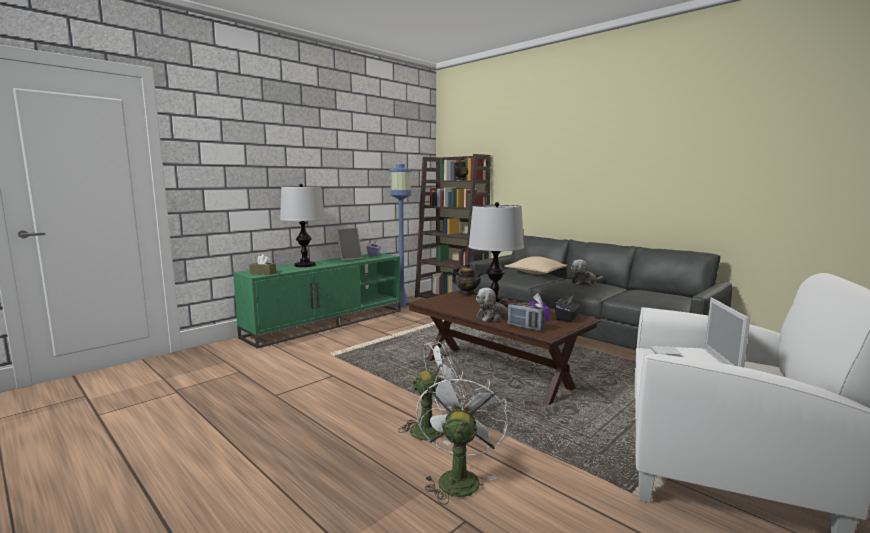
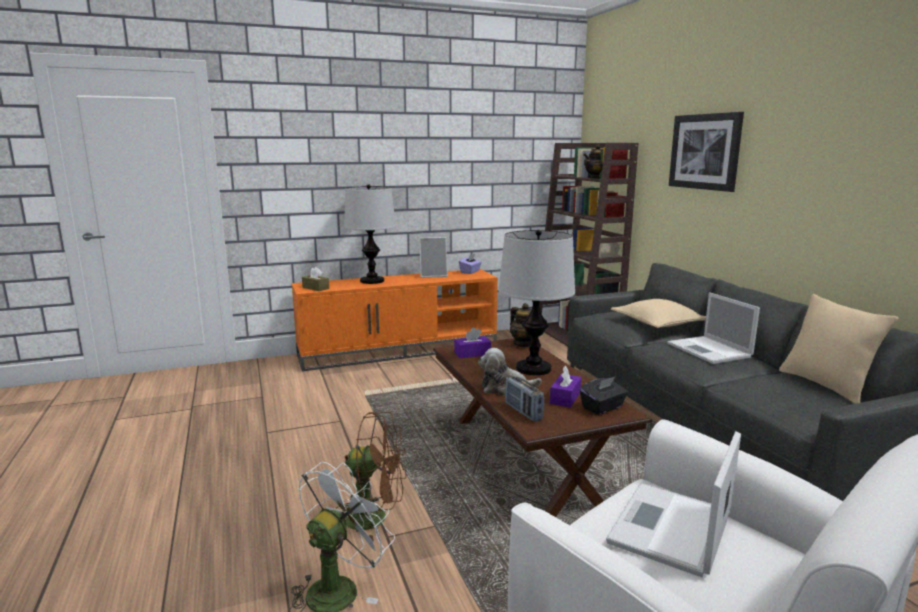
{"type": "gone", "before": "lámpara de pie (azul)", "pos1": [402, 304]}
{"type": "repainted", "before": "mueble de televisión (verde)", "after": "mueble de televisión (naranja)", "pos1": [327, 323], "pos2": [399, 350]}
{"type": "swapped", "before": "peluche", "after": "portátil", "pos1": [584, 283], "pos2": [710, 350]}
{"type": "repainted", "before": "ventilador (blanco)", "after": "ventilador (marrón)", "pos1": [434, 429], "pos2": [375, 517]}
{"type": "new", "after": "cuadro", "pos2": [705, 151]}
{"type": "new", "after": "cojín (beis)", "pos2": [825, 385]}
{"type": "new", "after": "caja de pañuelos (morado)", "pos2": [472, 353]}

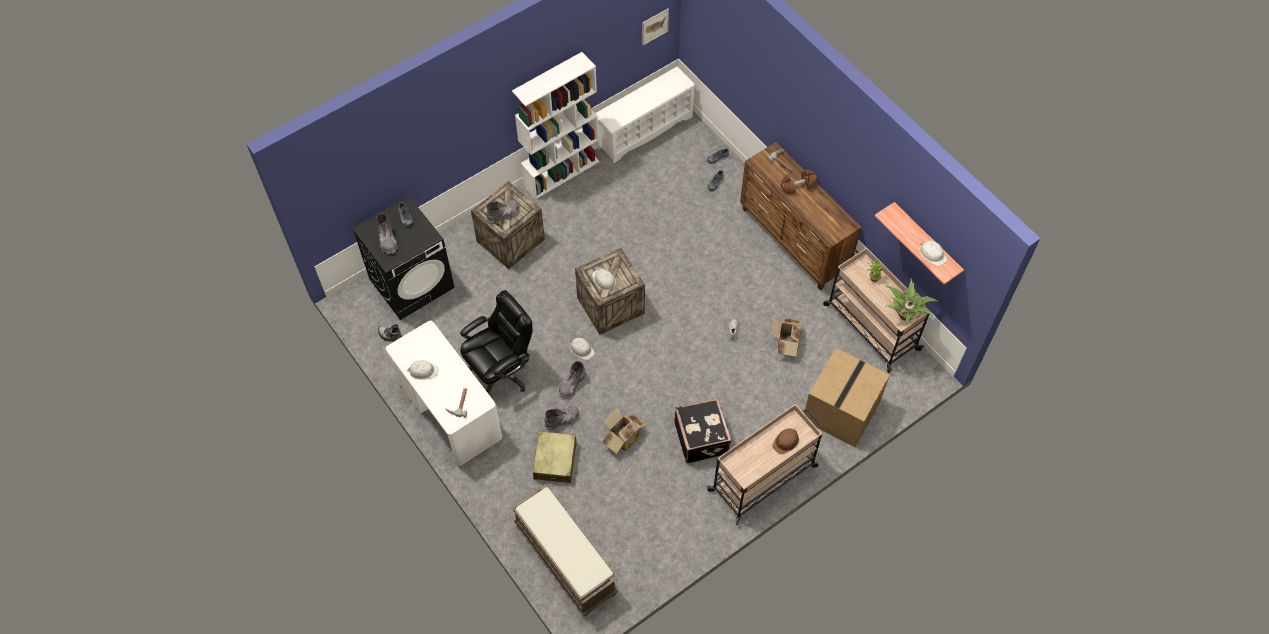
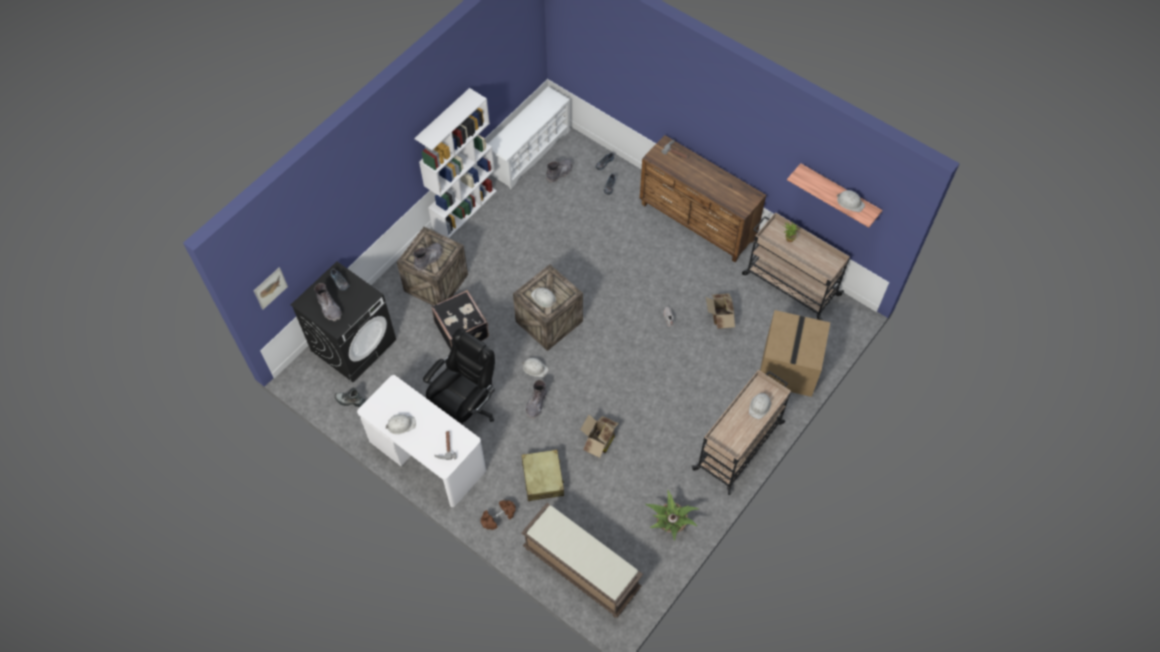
{"type": "shifted", "before": "cuadro", "pos1": [655, 26], "pos2": [270, 288]}
{"type": "shifted", "before": "mancuerna (marrón)", "pos1": [797, 185], "pos2": [498, 517]}
{"type": "shifted", "before": "planta en maceta", "pos1": [905, 314], "pos2": [670, 524]}
{"type": "shifted", "before": "maleta (negro)", "pos1": [702, 437], "pos2": [462, 329]}
{"type": "shifted", "before": "bota (gris)", "pos1": [562, 420], "pos2": [559, 173]}
{"type": "repainted", "before": "casco (marrón)", "after": "casco (blanco)", "pos1": [786, 441], "pos2": [760, 406]}

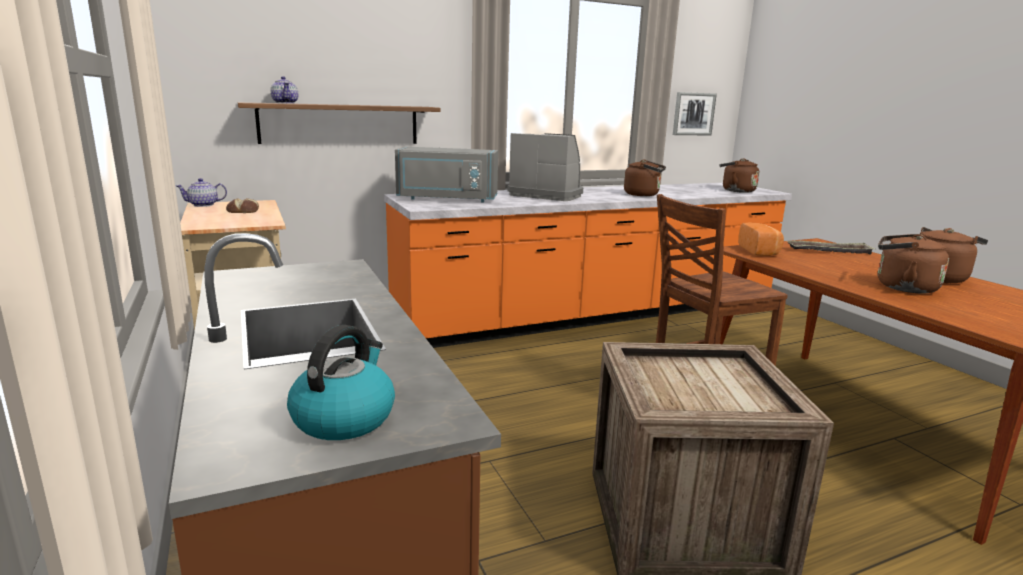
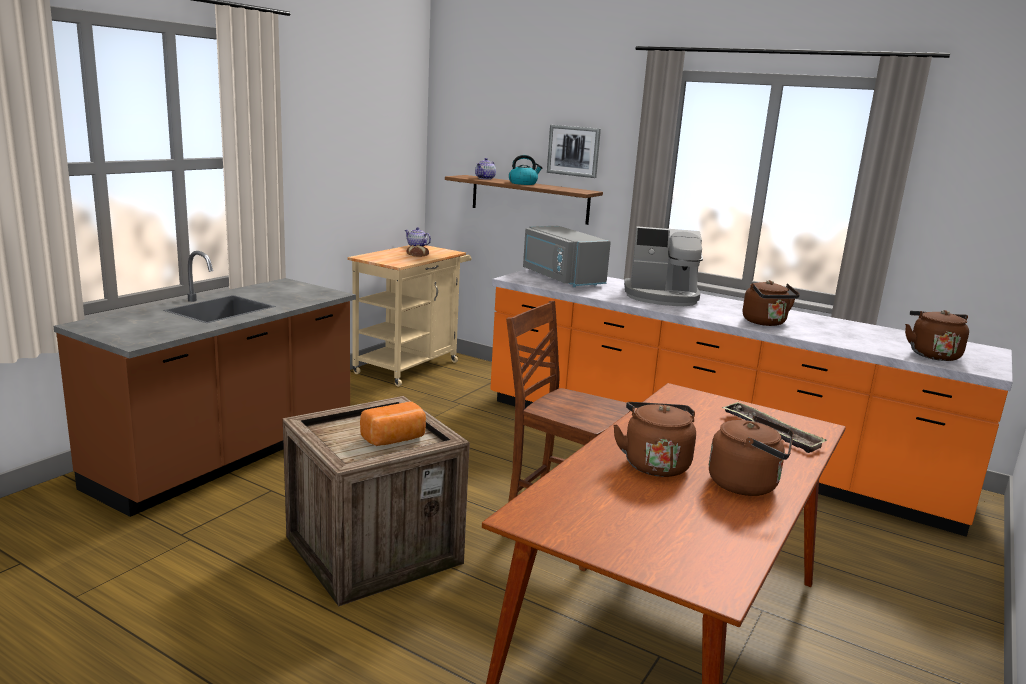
{"type": "shifted", "before": "cuadro", "pos1": [693, 114], "pos2": [573, 151]}
{"type": "rotated", "before": "cafetera", "pos1": [547, 195], "pos2": [662, 297], "turn": 105}
{"type": "shifted", "before": "pan", "pos1": [759, 251], "pos2": [395, 439]}
{"type": "shifted", "before": "hervidor", "pos1": [344, 418], "pos2": [523, 183]}

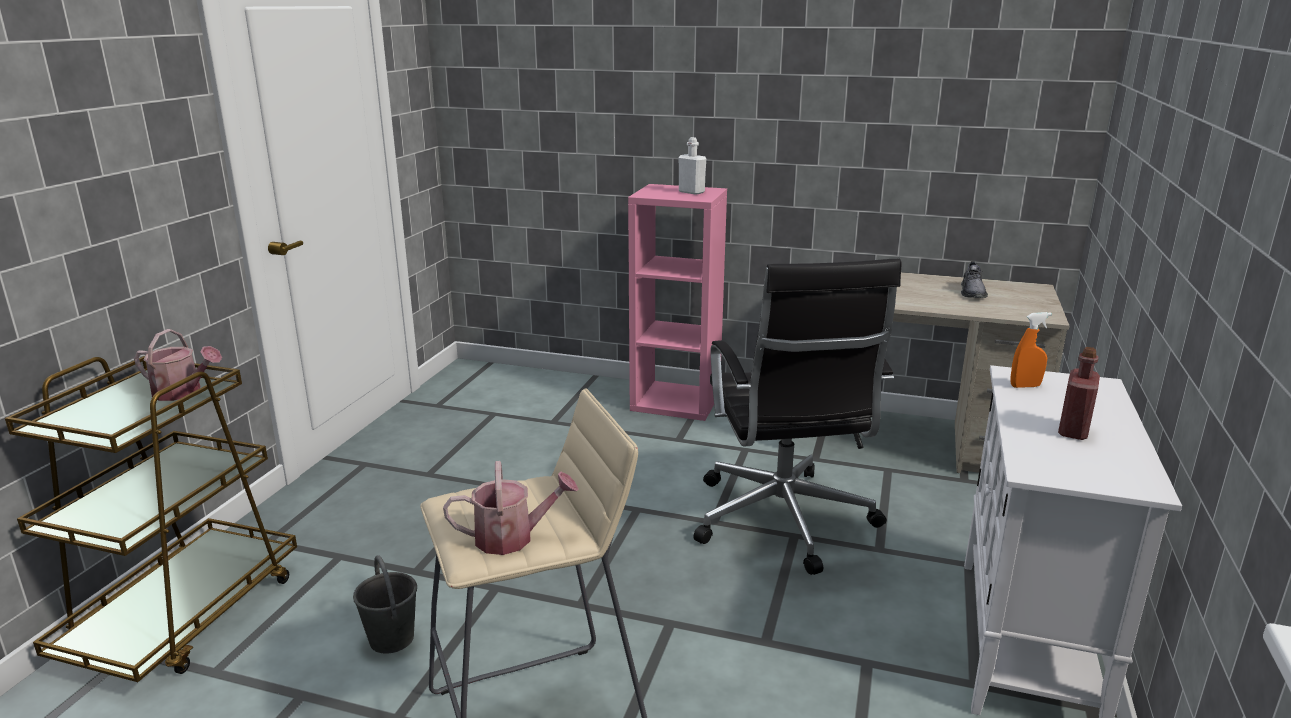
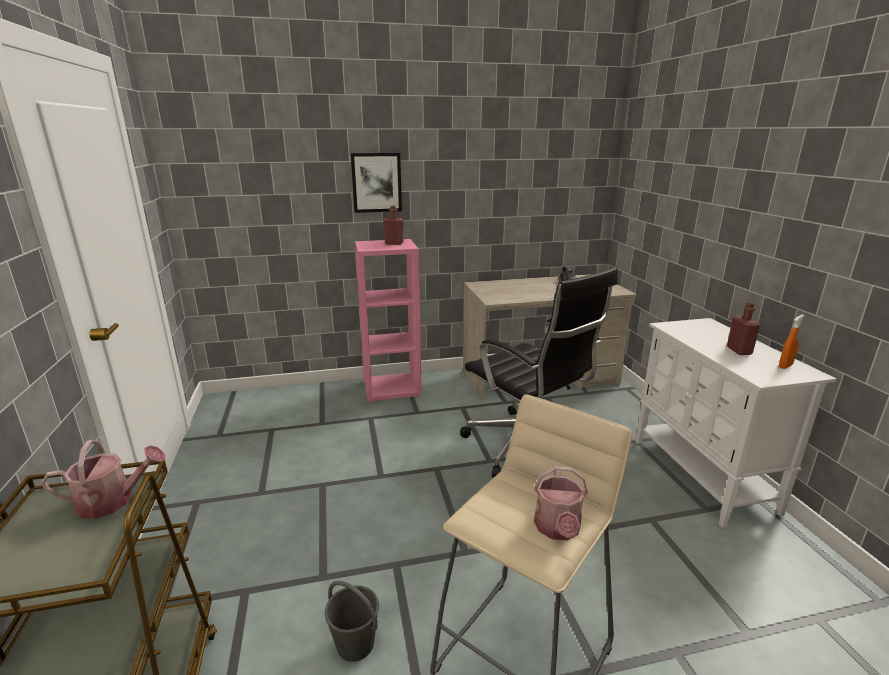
{"type": "repainted", "before": "botella (blanco)", "after": "botella (rojo)", "pos1": [691, 192], "pos2": [394, 243]}
{"type": "shifted", "before": "pulverizador (naranja)", "pos1": [1025, 386], "pos2": [785, 366]}
{"type": "rotated", "before": "regadera", "pos1": [512, 537], "pos2": [558, 529], "turn": 135}
{"type": "new", "after": "cuadro", "pos2": [376, 182]}

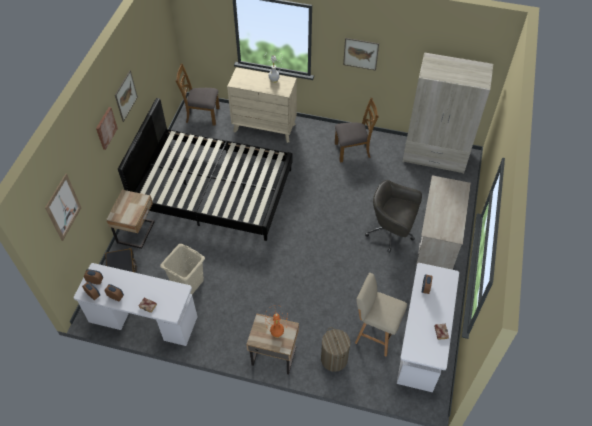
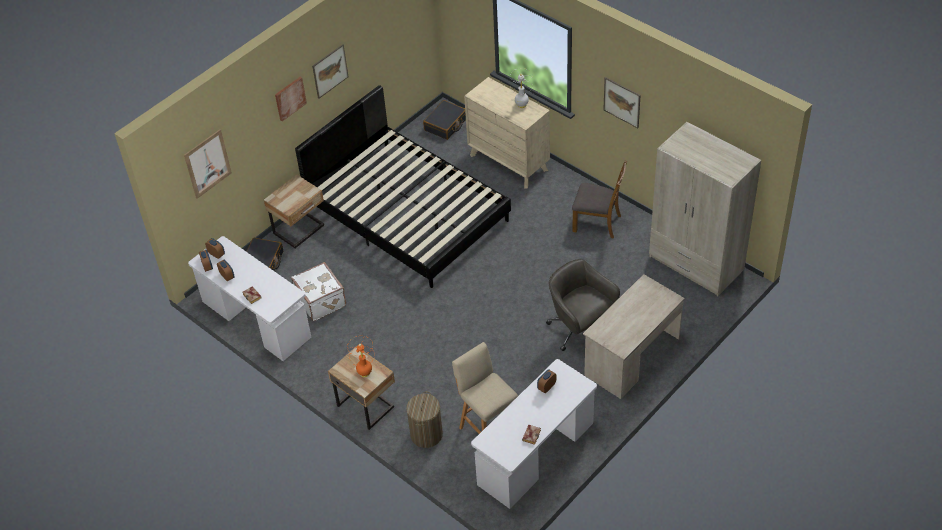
{"type": "swapped", "before": "silla (marrón)", "after": "maleta (negro)", "pos1": [202, 115], "pos2": [446, 125]}
{"type": "swapped", "before": "cesto de la ropa (beis)", "after": "maleta (blanco)", "pos1": [187, 283], "pos2": [321, 300]}

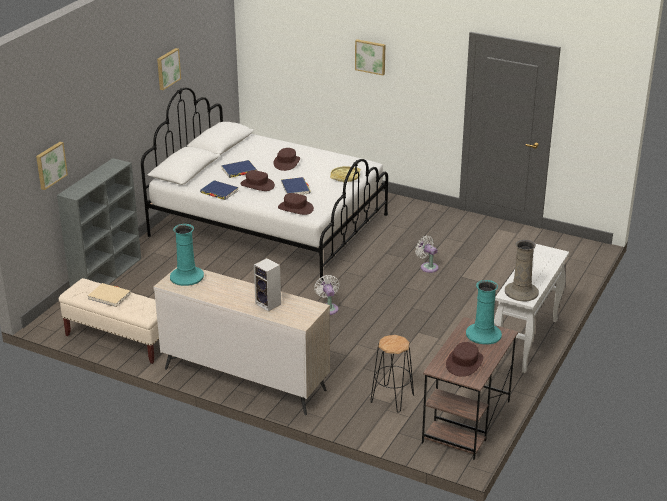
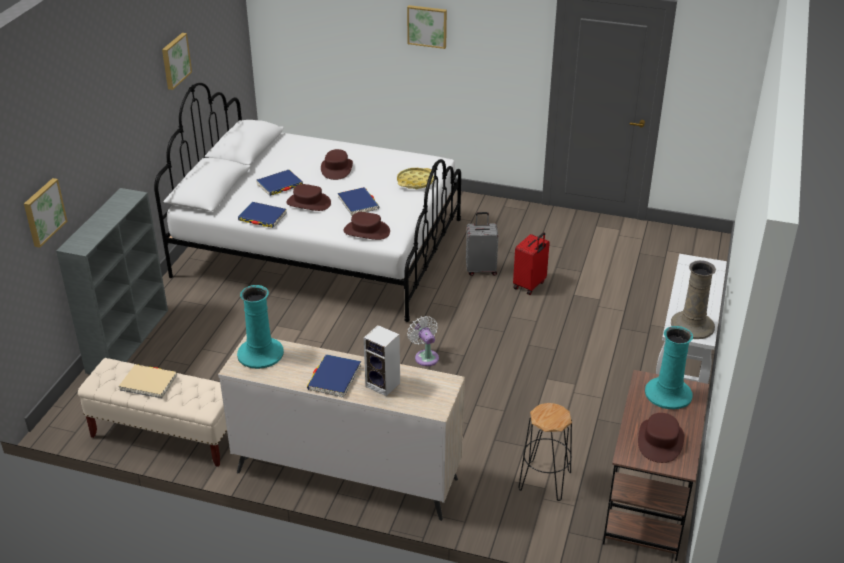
{"type": "swapped", "before": "ventilador (blanco)", "after": "maleta (rojo)", "pos1": [427, 267], "pos2": [530, 285]}
{"type": "new", "after": "maleta (gris)", "pos2": [481, 269]}
{"type": "new", "after": "libro (azul)", "pos2": [334, 378]}

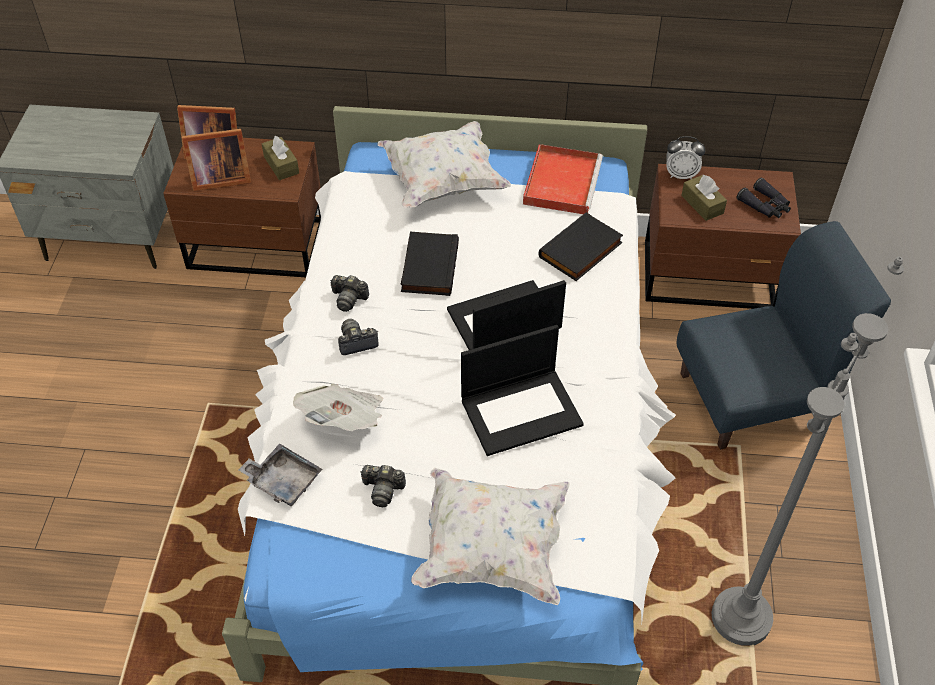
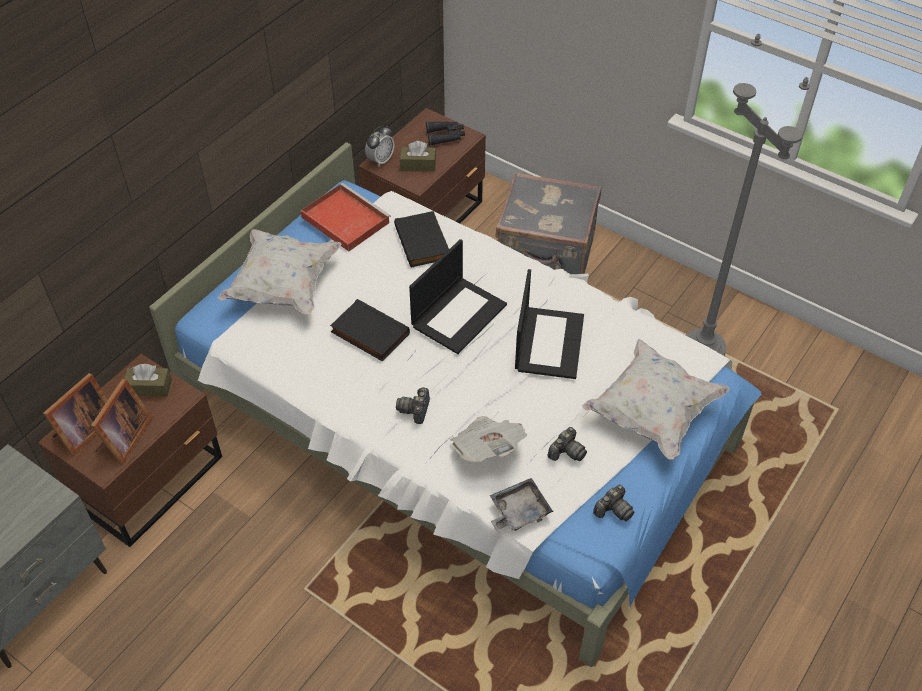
{"type": "swapped", "before": "silla (azul)", "after": "maleta (gris)", "pos1": [752, 400], "pos2": [546, 254]}
{"type": "shifted", "before": "cámara", "pos1": [349, 299], "pos2": [613, 510]}
{"type": "rotated", "before": "portátil", "pos1": [503, 321], "pos2": [459, 314], "turn": -150}

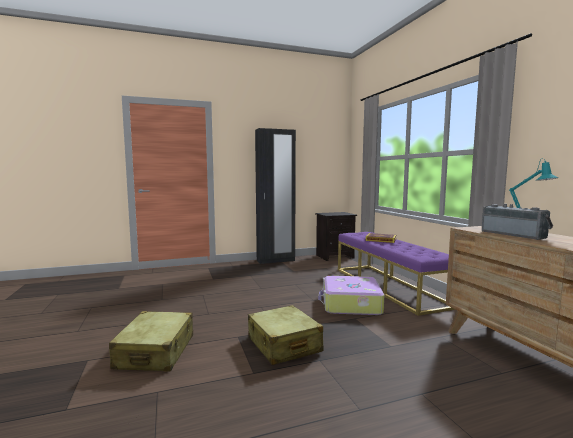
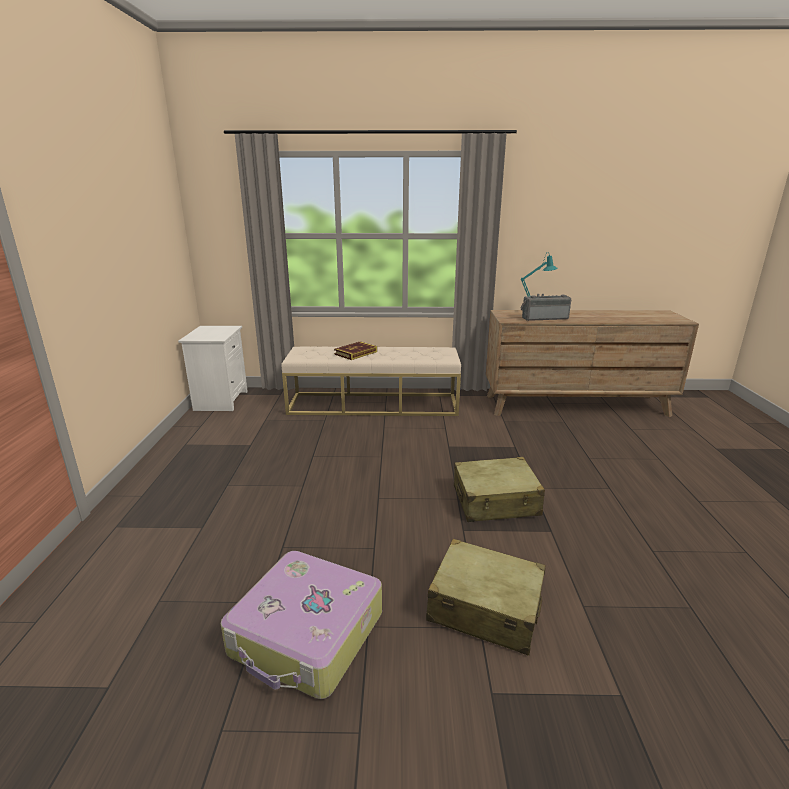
{"type": "gone", "before": "armario ropero (negro)", "pos1": [275, 260]}
{"type": "repainted", "before": "mesita de noche (negro)", "after": "mesita de noche (blanco)", "pos1": [335, 256], "pos2": [220, 400]}
{"type": "repainted", "before": "banco (morado)", "after": "banco (beis)", "pos1": [388, 286], "pos2": [373, 404]}
{"type": "shifted", "before": "maleta", "pos1": [350, 304], "pos2": [307, 635]}

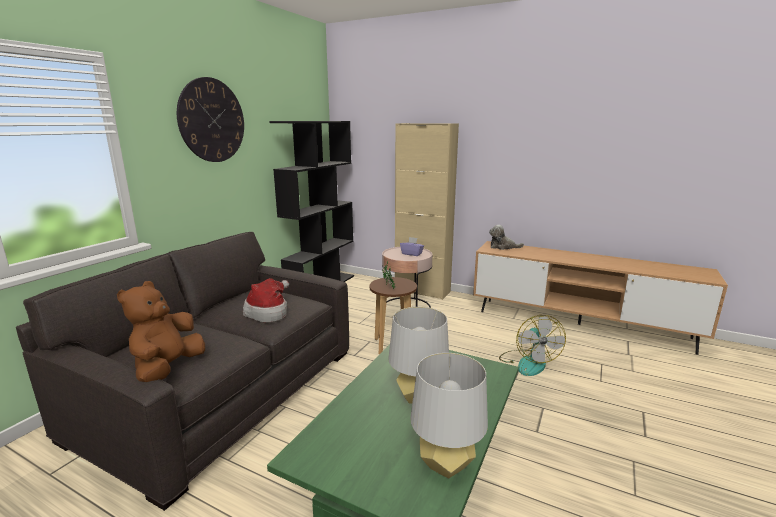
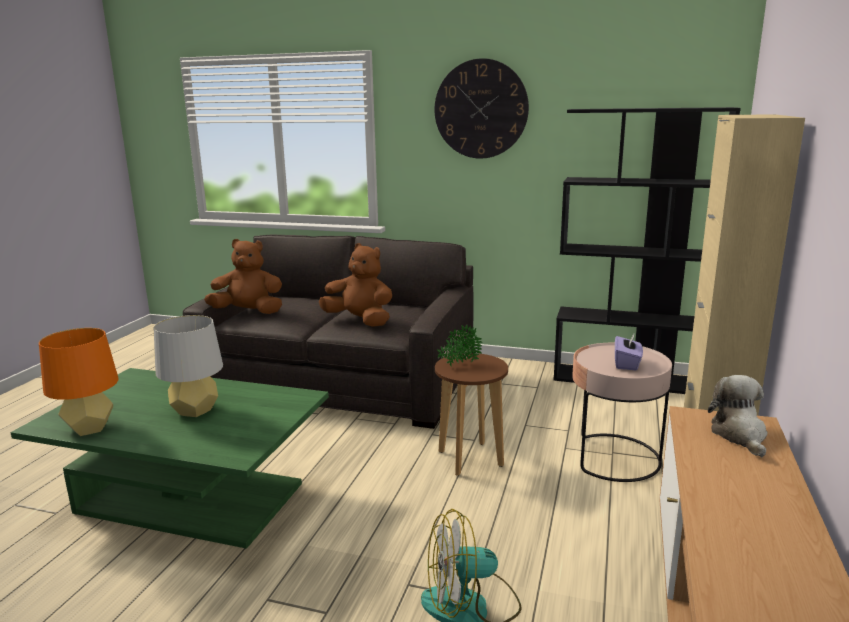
{"type": "swapped", "before": "sombrero", "after": "peluche (marrón)", "pos1": [269, 312], "pos2": [360, 321]}
{"type": "repainted", "before": "lámpara de mesa (gris)", "after": "lámpara de mesa (naranja)", "pos1": [446, 464], "pos2": [89, 428]}

